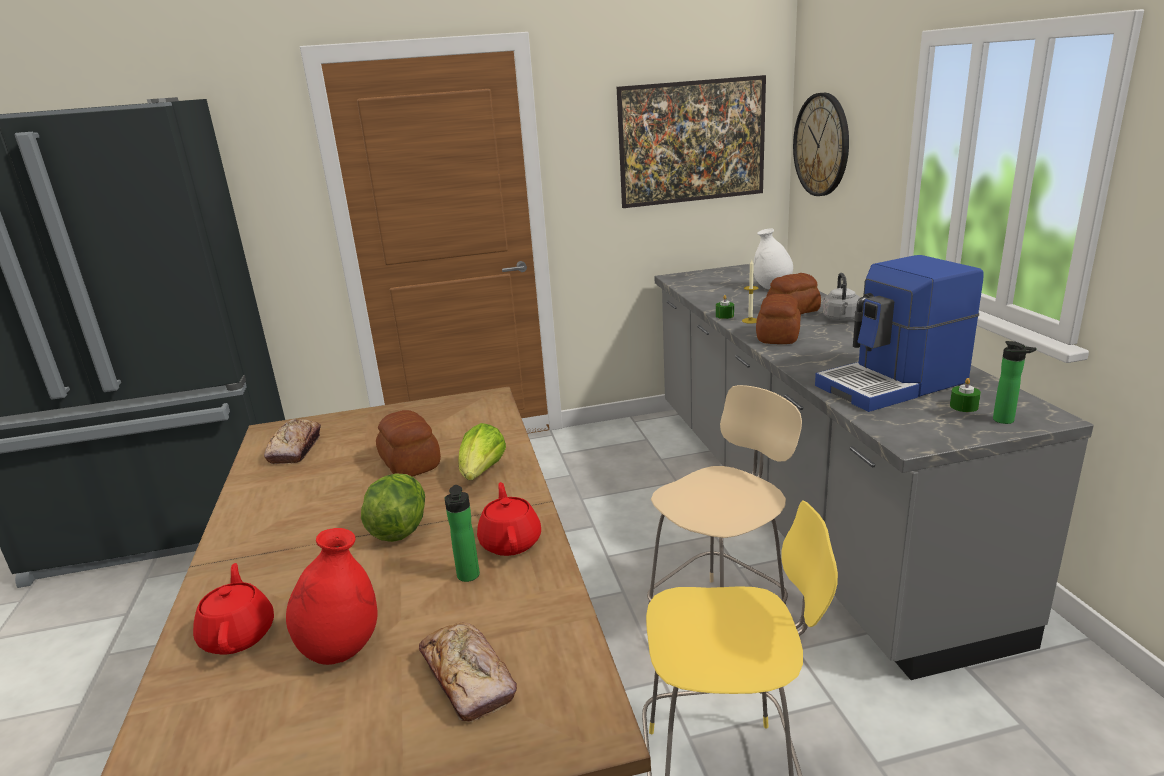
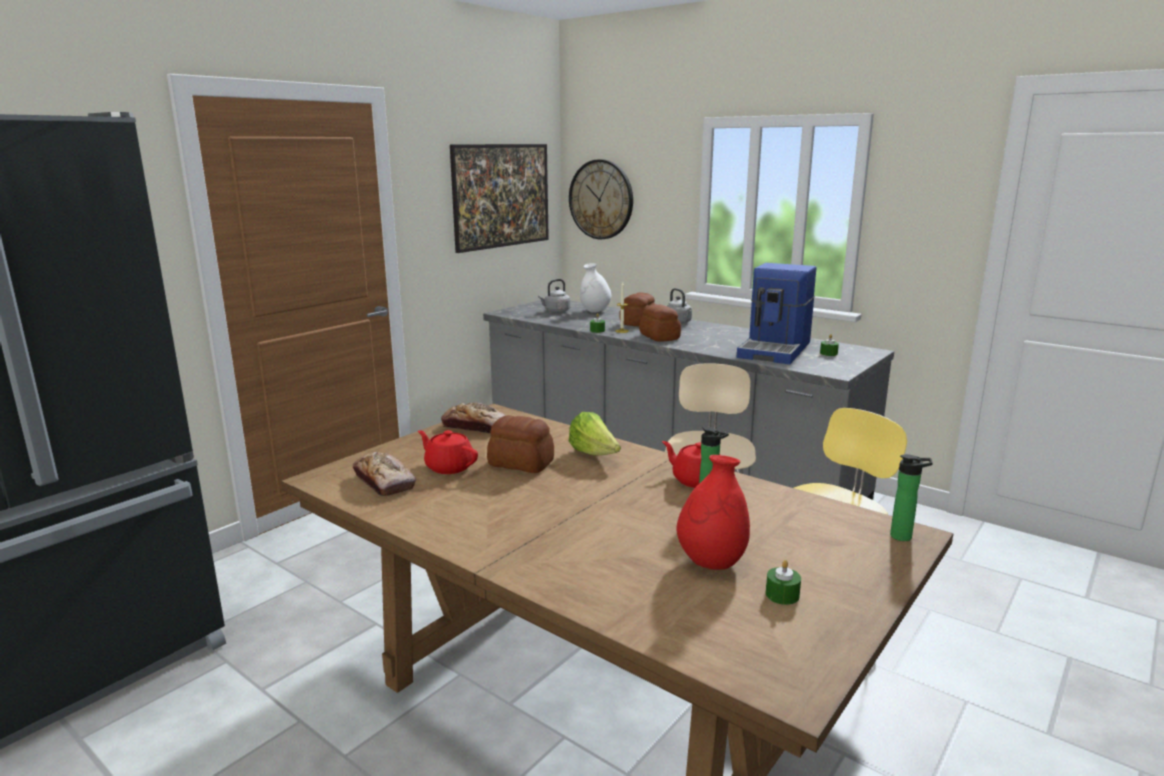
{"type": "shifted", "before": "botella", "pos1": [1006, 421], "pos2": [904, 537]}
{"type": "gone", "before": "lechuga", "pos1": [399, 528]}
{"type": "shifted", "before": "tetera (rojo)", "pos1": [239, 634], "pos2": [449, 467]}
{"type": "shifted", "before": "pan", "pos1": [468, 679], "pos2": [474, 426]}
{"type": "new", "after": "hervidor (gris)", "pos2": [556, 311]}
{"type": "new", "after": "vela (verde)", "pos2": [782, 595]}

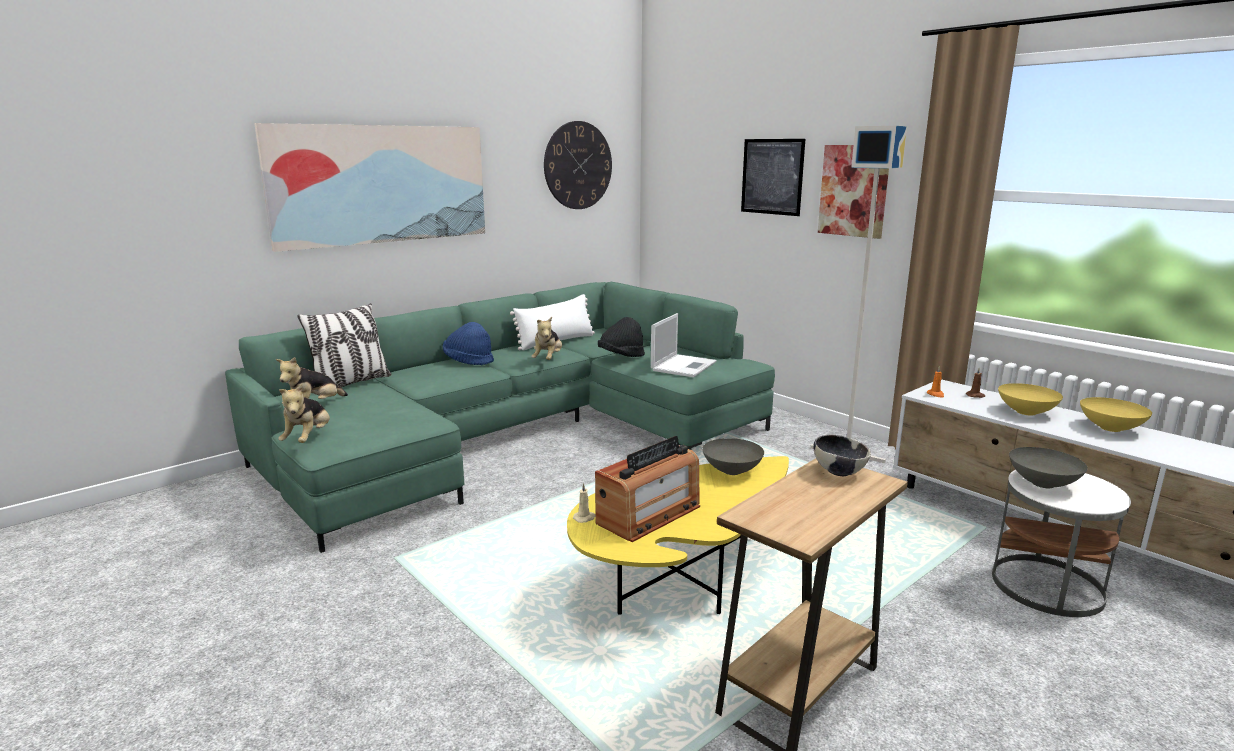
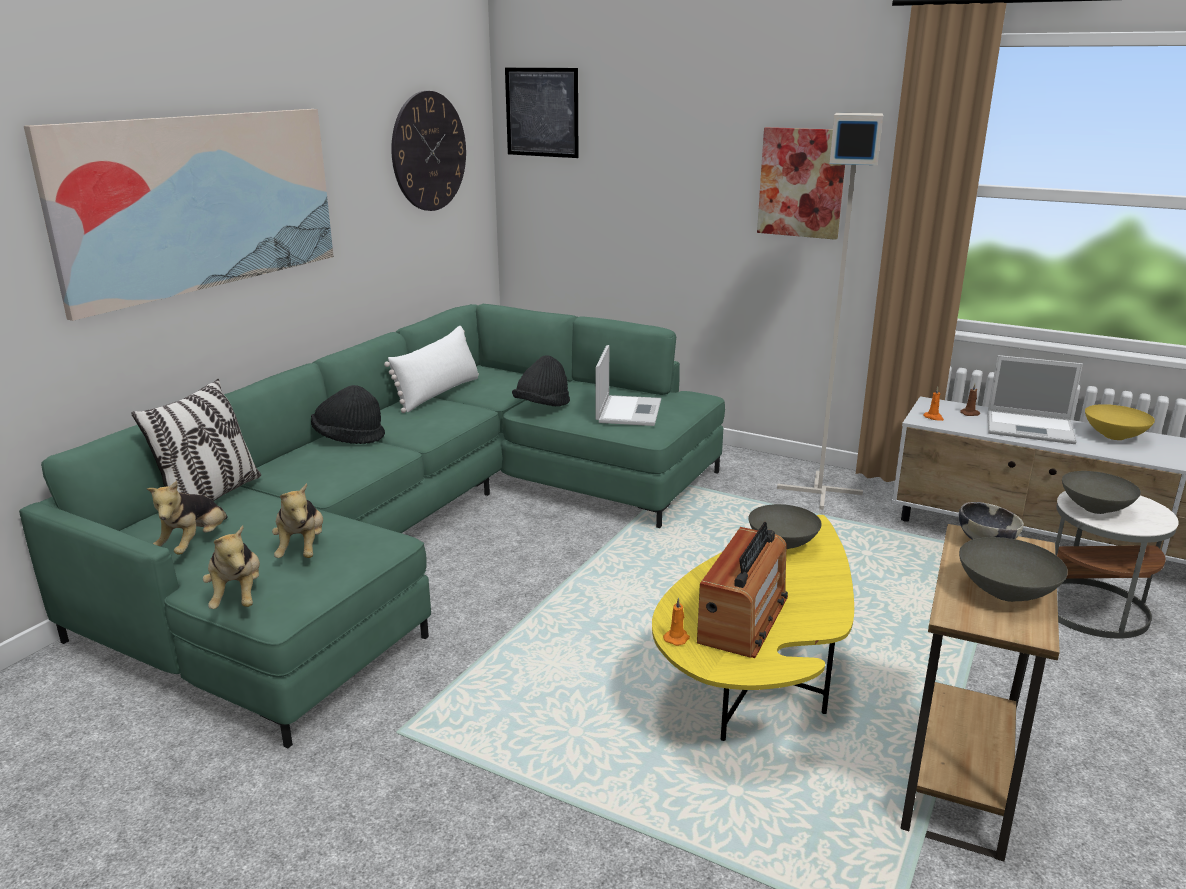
{"type": "shifted", "before": "cuadro", "pos1": [772, 176], "pos2": [542, 112]}
{"type": "shifted", "before": "peluche", "pos1": [548, 359], "pos2": [302, 549]}
{"type": "repainted", "before": "sombrero (azul)", "after": "sombrero (negro)", "pos1": [468, 361], "pos2": [348, 438]}
{"type": "swapped", "before": "cuenco (amarillo)", "after": "portátil", "pos1": [1027, 412], "pos2": [1031, 428]}
{"type": "repainted", "before": "vela (beis)", "after": "vela (naranja)", "pos1": [585, 518], "pos2": [677, 638]}
{"type": "new", "after": "cuenco (gris)", "pos2": [1005, 594]}

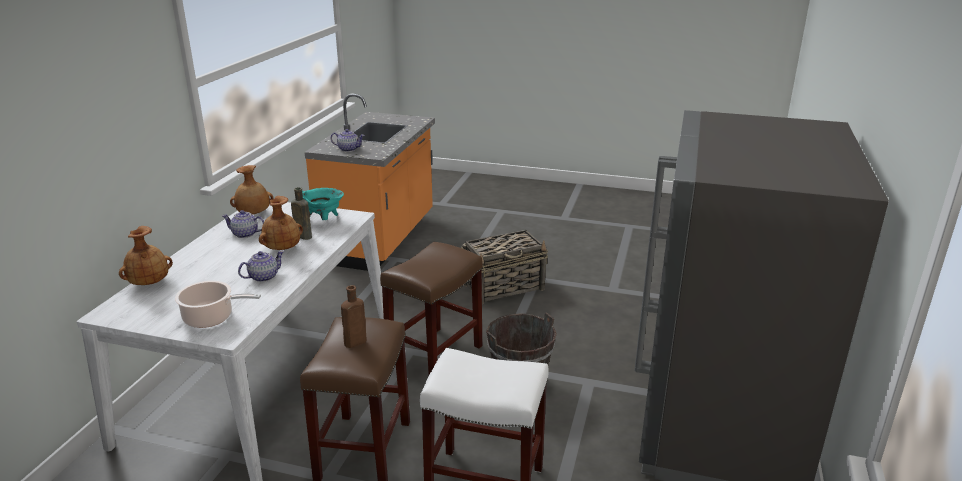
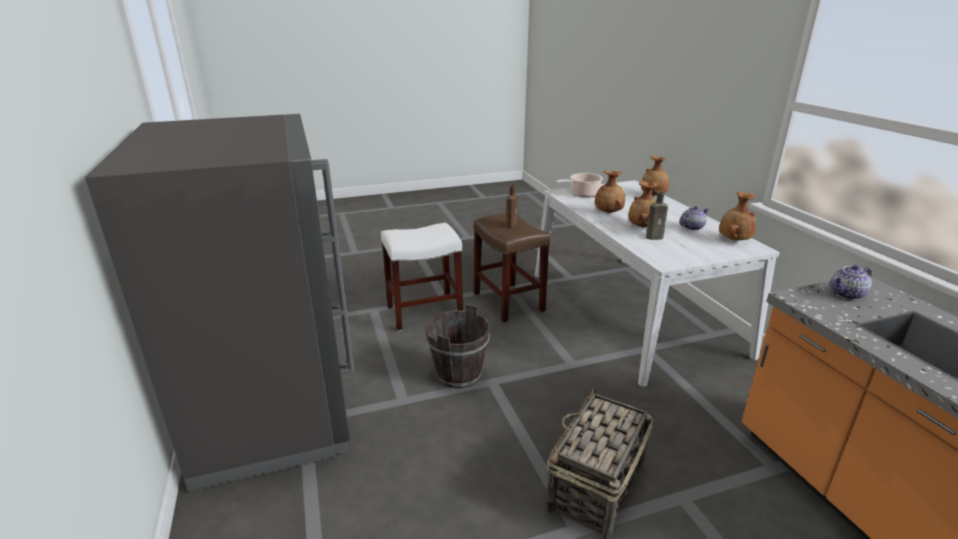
{"type": "gone", "before": "olla (turquesa)", "pos1": [323, 220]}
{"type": "gone", "before": "taburete (marrón)", "pos1": [435, 356]}
{"type": "swapped", "before": "tetera", "after": "florero (marrón)", "pos1": [263, 277], "pos2": [609, 212]}

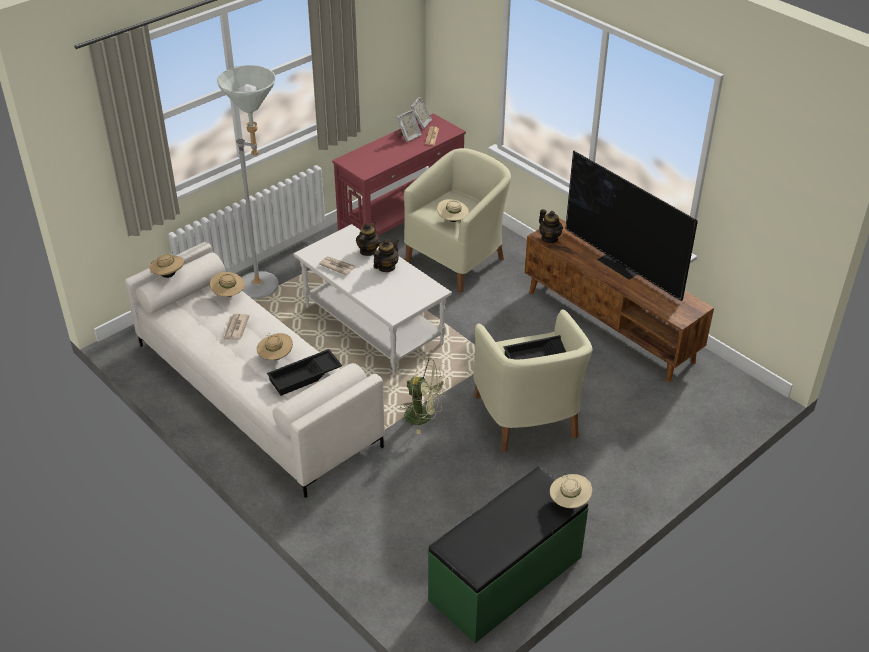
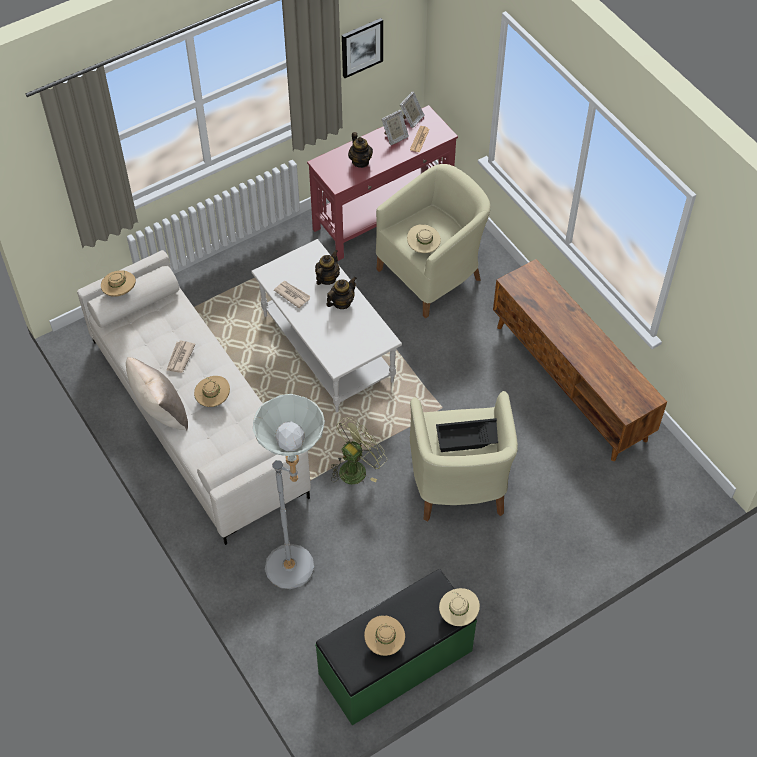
{"type": "shifted", "before": "lámpara de pie (gris)", "pos1": [267, 287], "pos2": [299, 571]}
{"type": "gone", "before": "televisor", "pos1": [621, 265]}
{"type": "shifted", "before": "tetera", "pos1": [549, 238], "pos2": [360, 161]}
{"type": "shifted", "before": "sombrero (beis)", "pos1": [228, 294], "pos2": [384, 642]}
{"type": "gone", "before": "bandeja (negro)", "pos1": [305, 377]}
{"type": "rotated", "before": "ventilador (verde)", "pos1": [424, 416], "pos2": [356, 468], "turn": -75}
{"type": "new", "after": "cuadro", "pos2": [361, 47]}
{"type": "new", "after": "cojín (beis)", "pos2": [160, 412]}

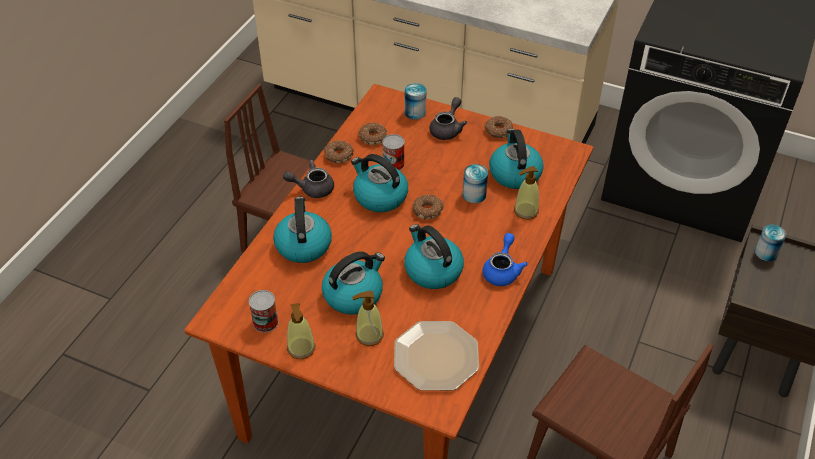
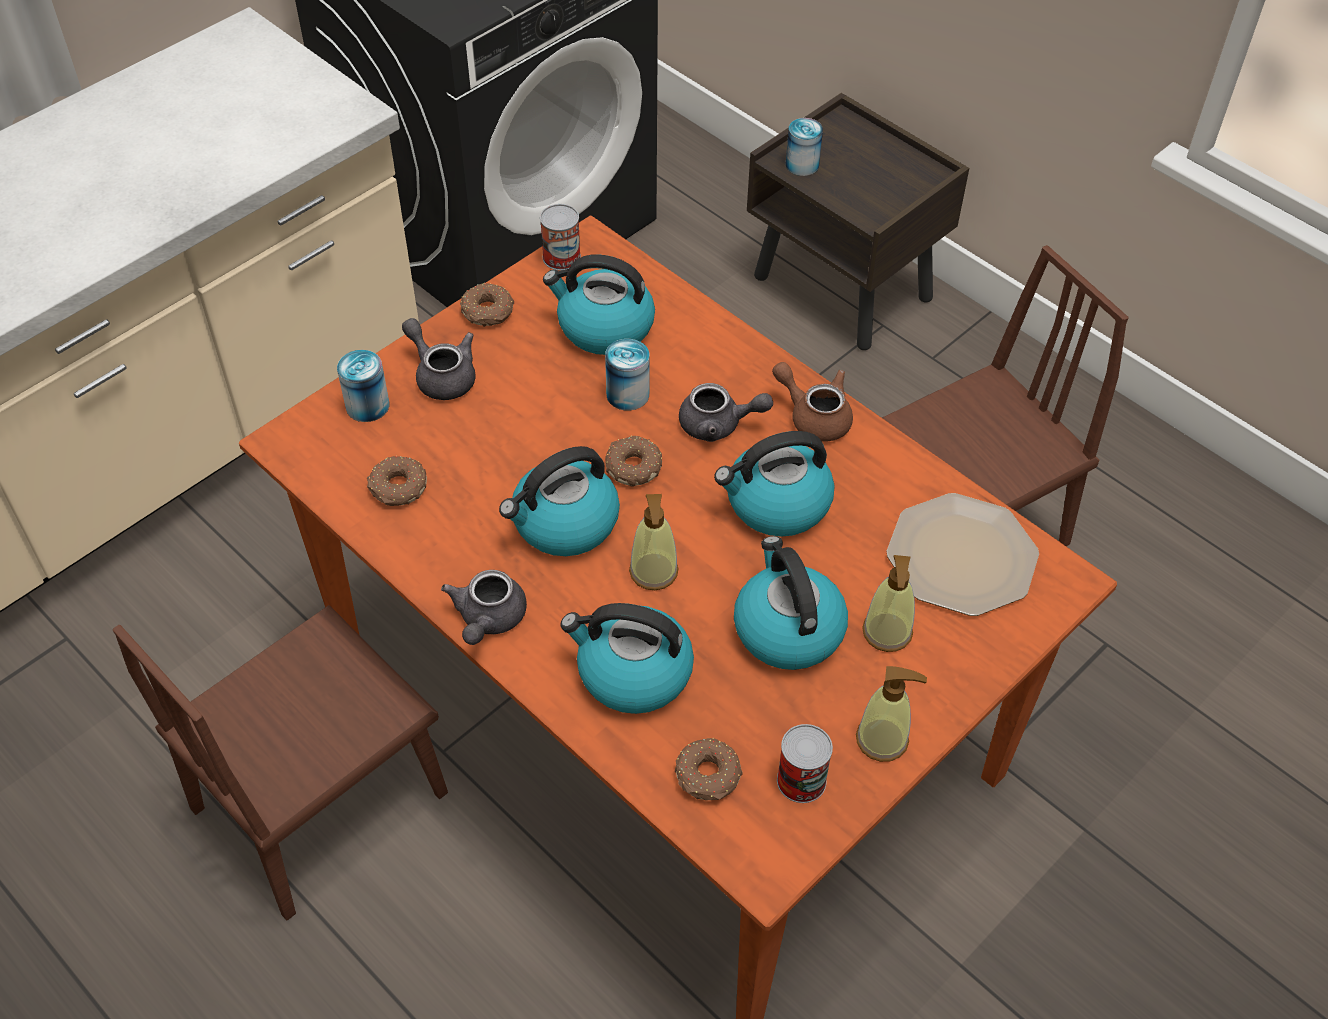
{"type": "shifted", "before": "lata", "pos1": [393, 164], "pos2": [561, 257]}
{"type": "shifted", "before": "rosquilla", "pos1": [338, 155], "pos2": [708, 776]}
{"type": "shifted", "before": "dispensador de jabón", "pos1": [525, 211], "pos2": [653, 572]}
{"type": "repainted", "before": "tetera (azul)", "after": "tetera (marrón)", "pos1": [502, 270], "pos2": [814, 416]}
{"type": "new", "after": "tetera (gris)", "pos2": [719, 425]}

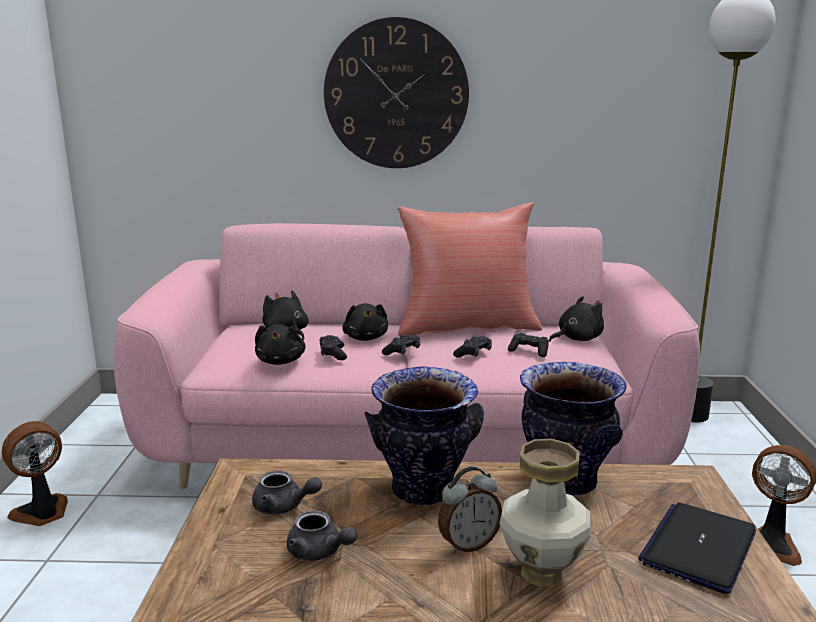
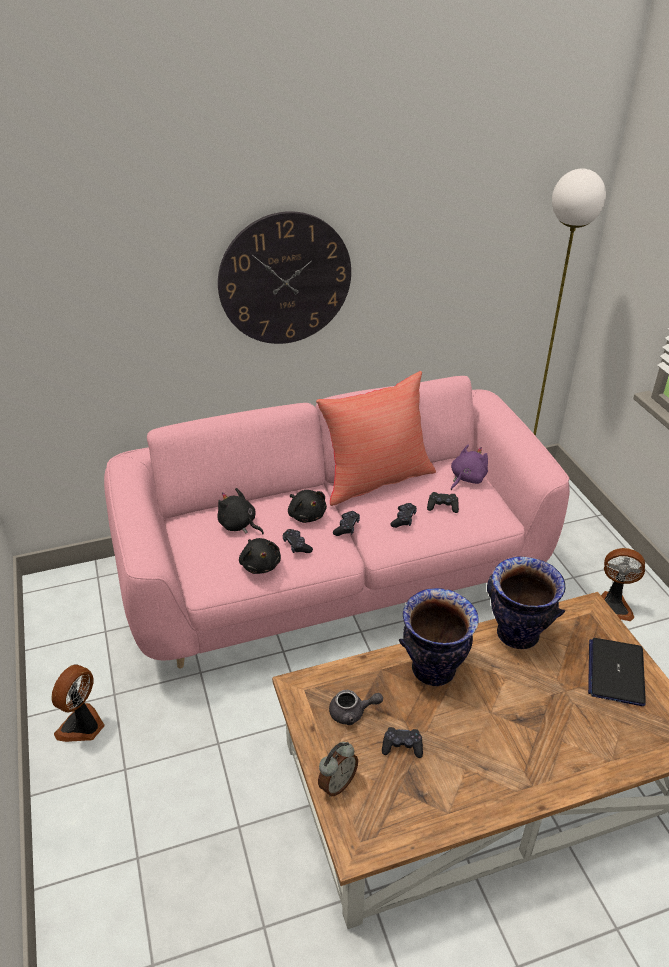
{"type": "repainted", "before": "peluche (negro)", "after": "peluche (morado)", "pos1": [577, 338], "pos2": [466, 478]}
{"type": "gone", "before": "florero", "pos1": [541, 574]}
{"type": "shifted", "before": "despertador", "pos1": [468, 544], "pos2": [337, 784]}
{"type": "swapped", "before": "tetera (gris)", "after": "mando de consola (negro)", "pos1": [319, 552], "pos2": [402, 746]}

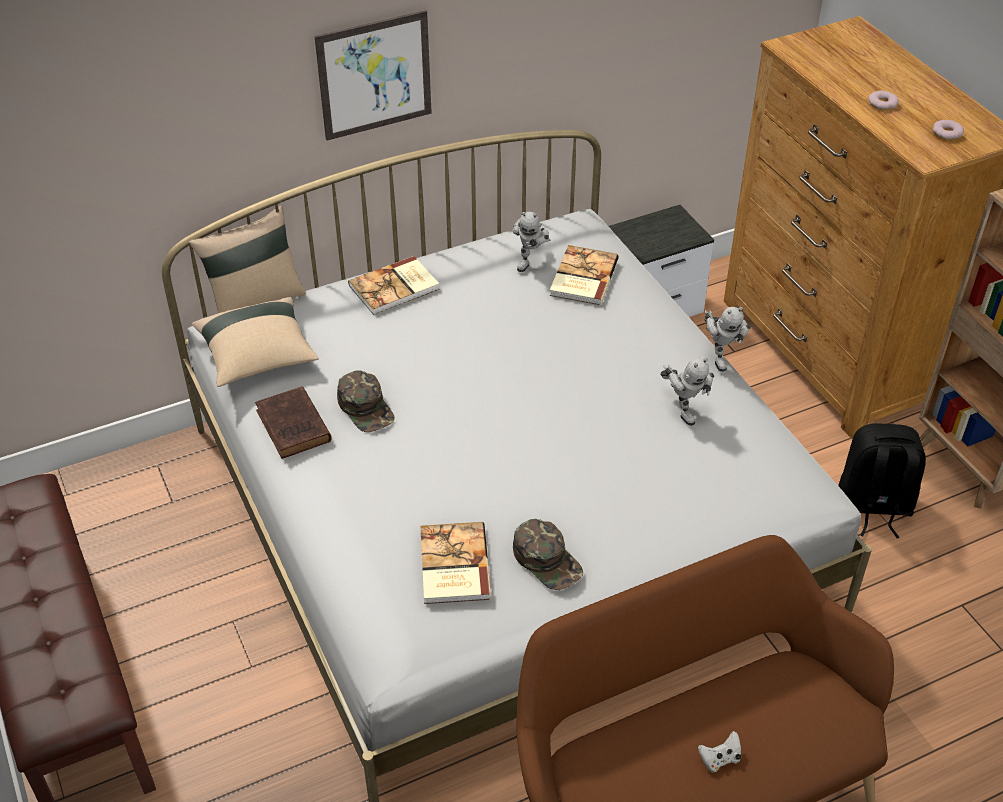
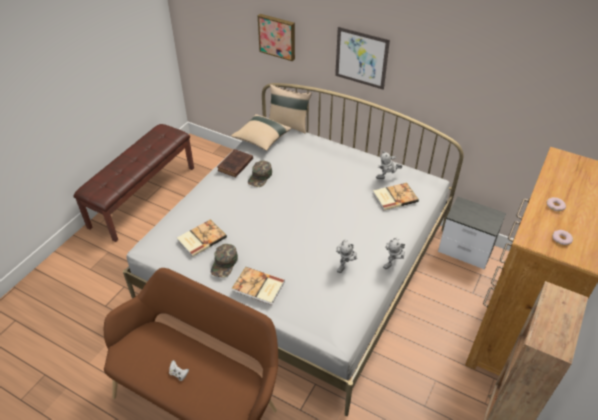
{"type": "shifted", "before": "libro", "pos1": [395, 288], "pos2": [258, 287]}
{"type": "gone", "before": "mochila (negro)", "pos1": [873, 507]}
{"type": "new", "after": "cuadro", "pos2": [277, 36]}

